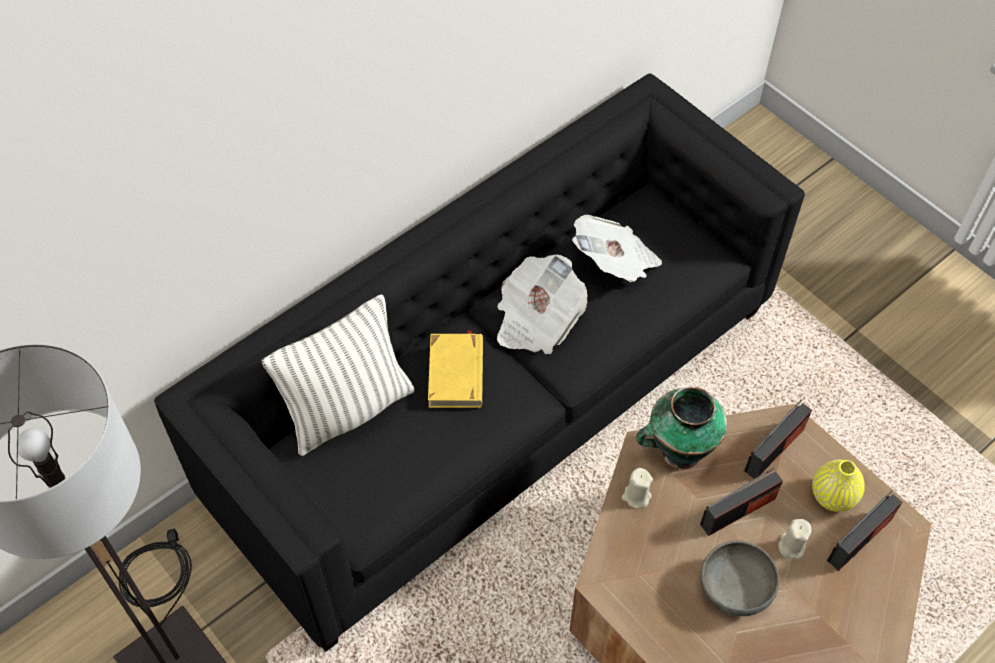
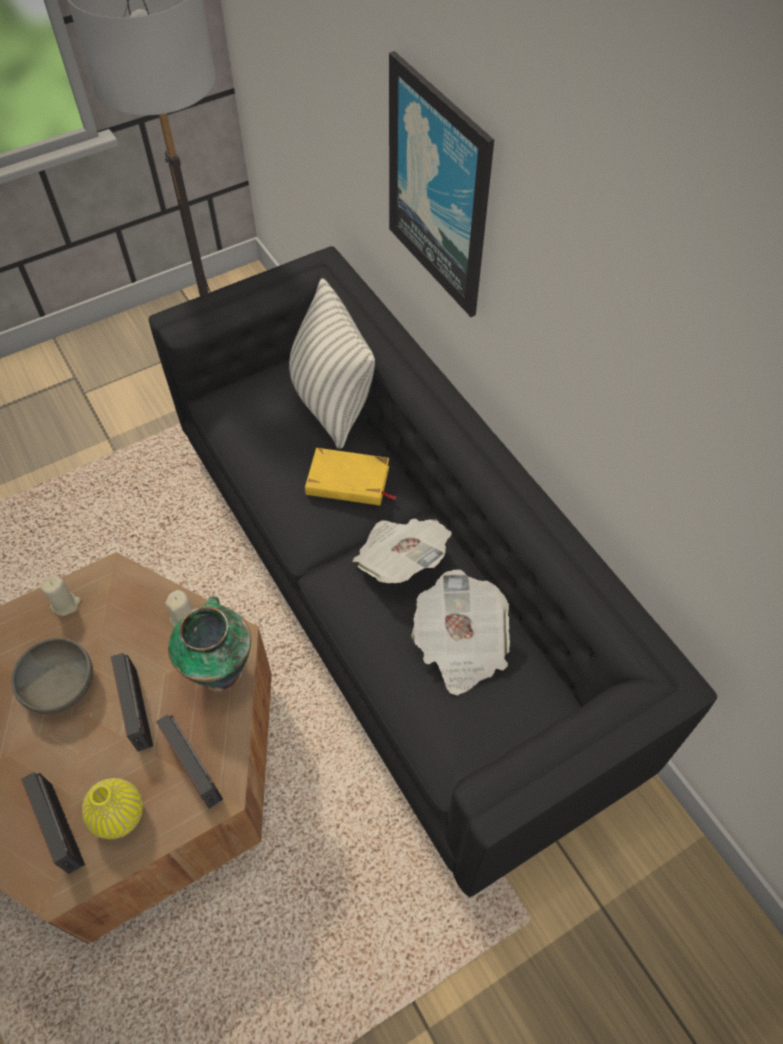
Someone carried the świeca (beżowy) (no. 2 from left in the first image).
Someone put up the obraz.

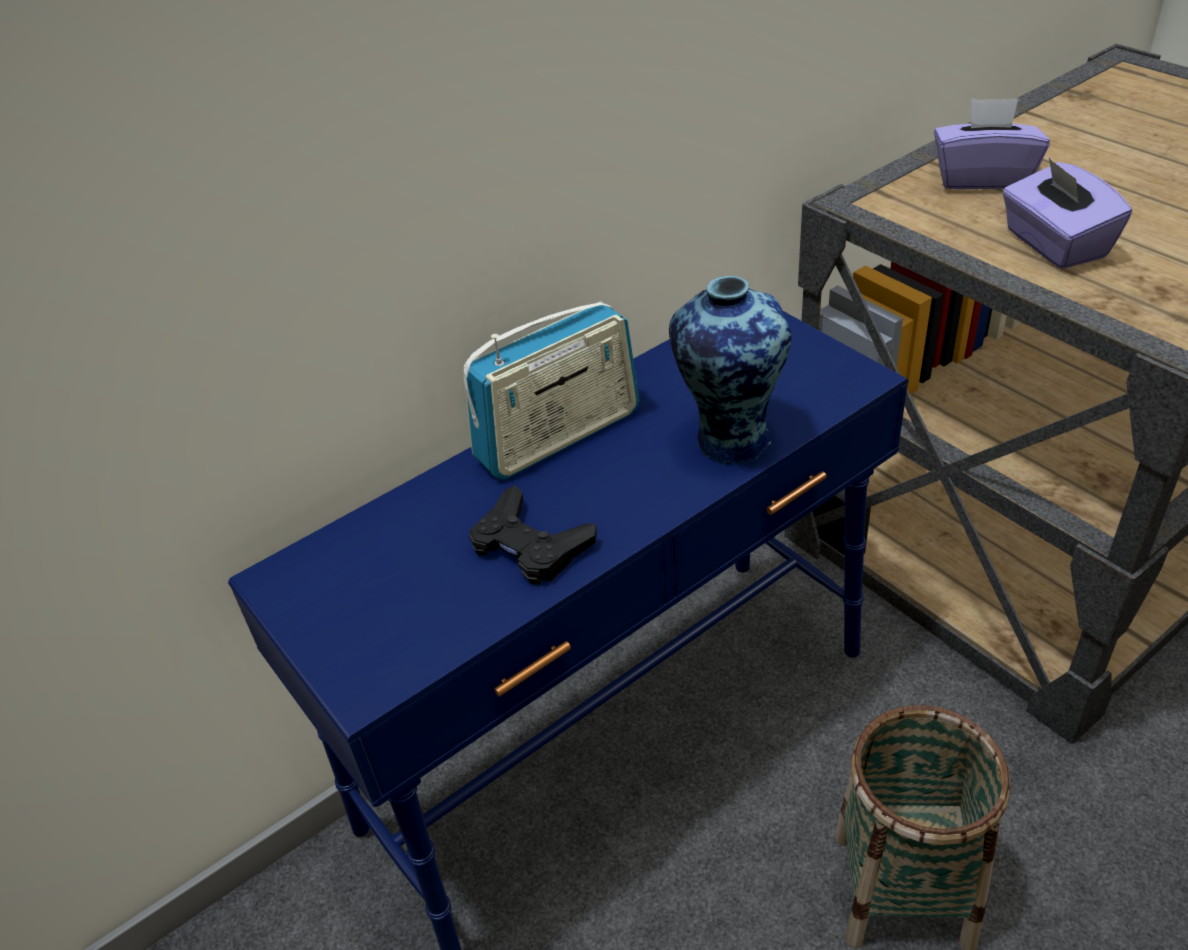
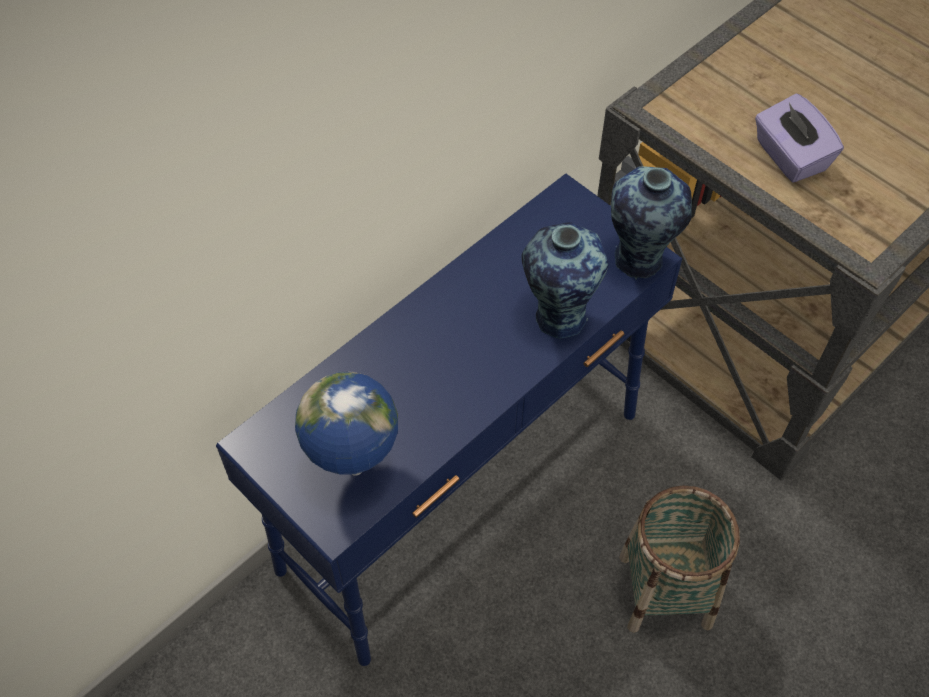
Someone took away the pudełko chusteczek (fioletowy) (no. 1 from left).
Someone took away the radio.
Someone took away the pad do gier (czarny).
Someone put down the wazon (no. 2 from left).
Someone put down the globus.

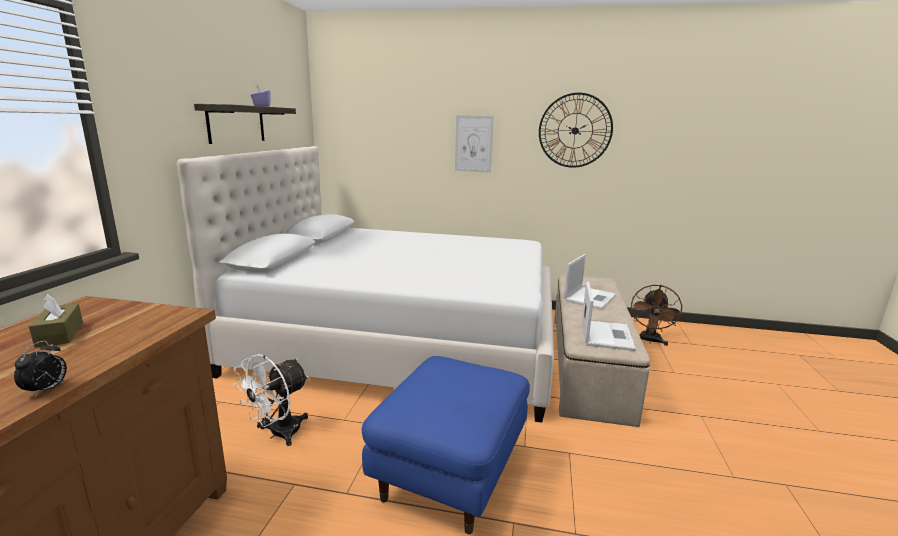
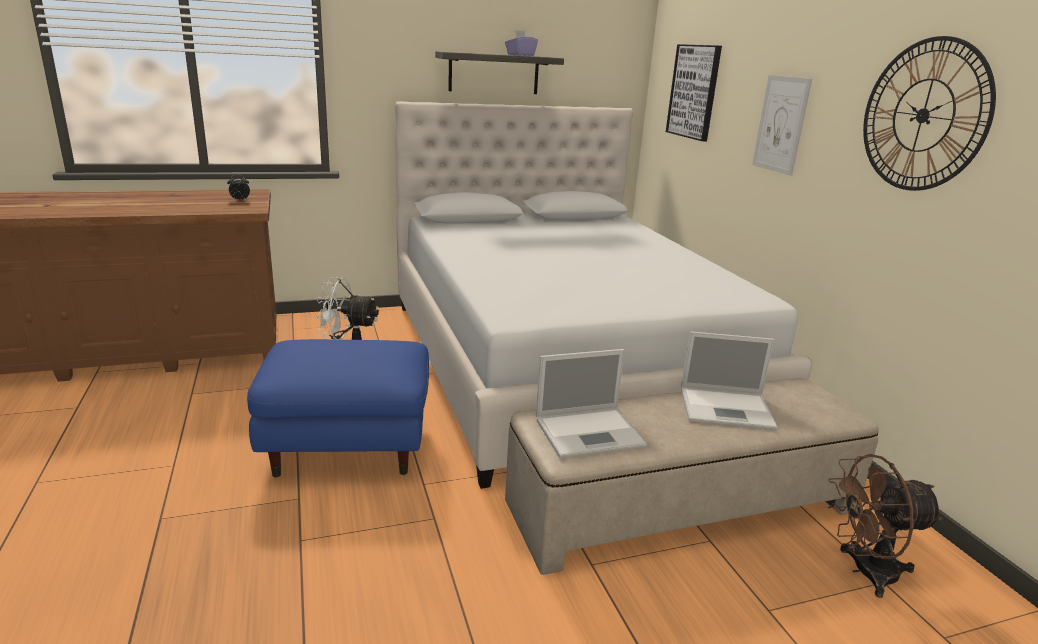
Someone took away the pudełko chusteczek (brązowy).
Someone carried the budzik.
Someone put up the obraz (no. 1 from left).

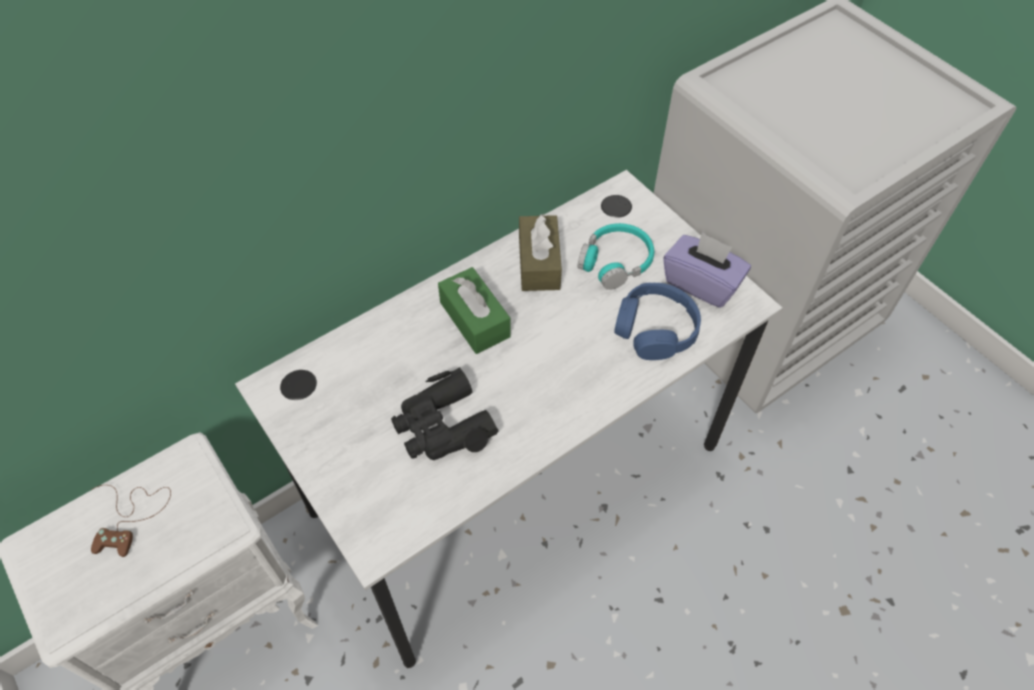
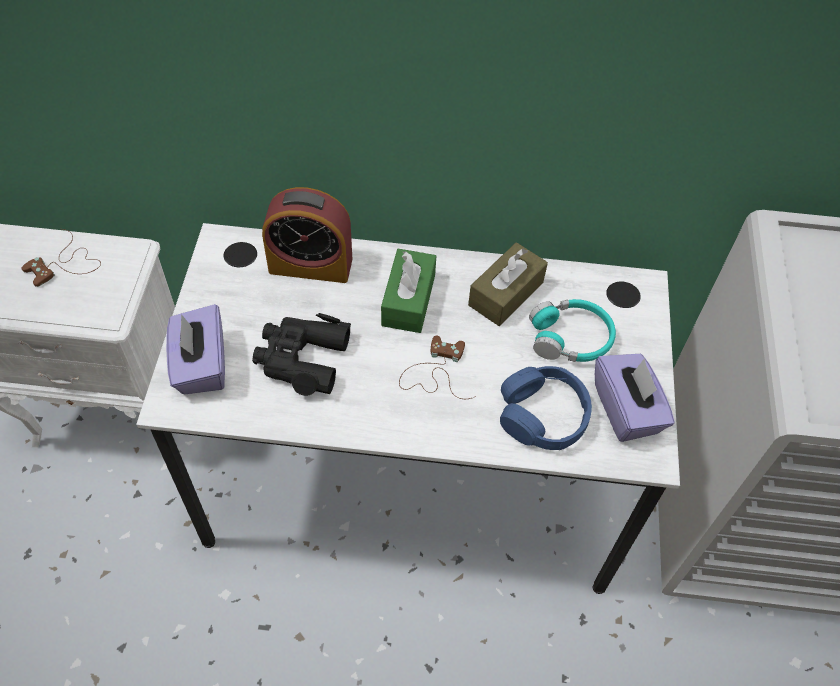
Someone put down the budzik.
Someone put down the pudełko chusteczek (fioletowy) (no. 1 from left).
Someone put down the pad do gier (brązowy) (no. 2 from left).

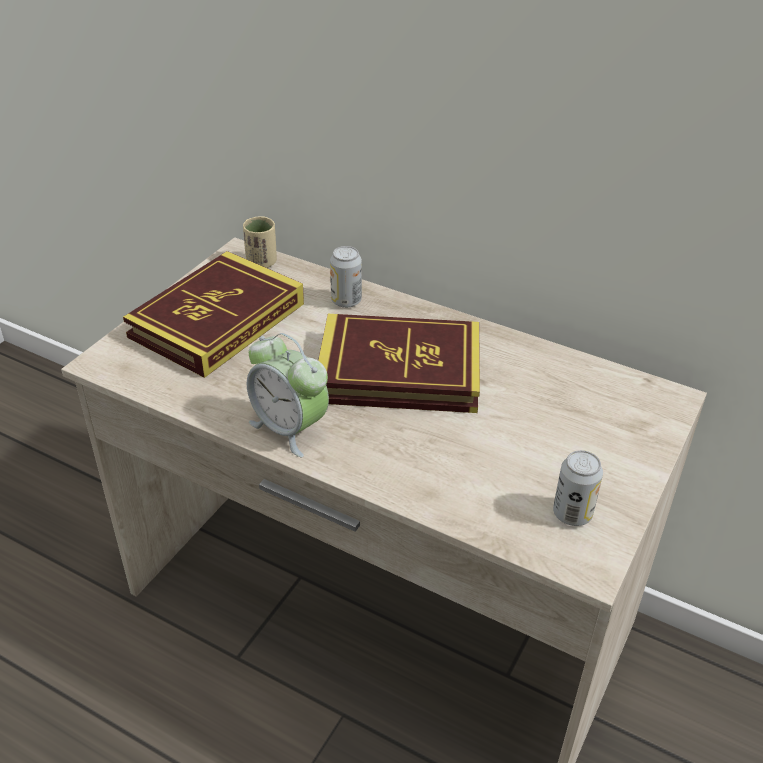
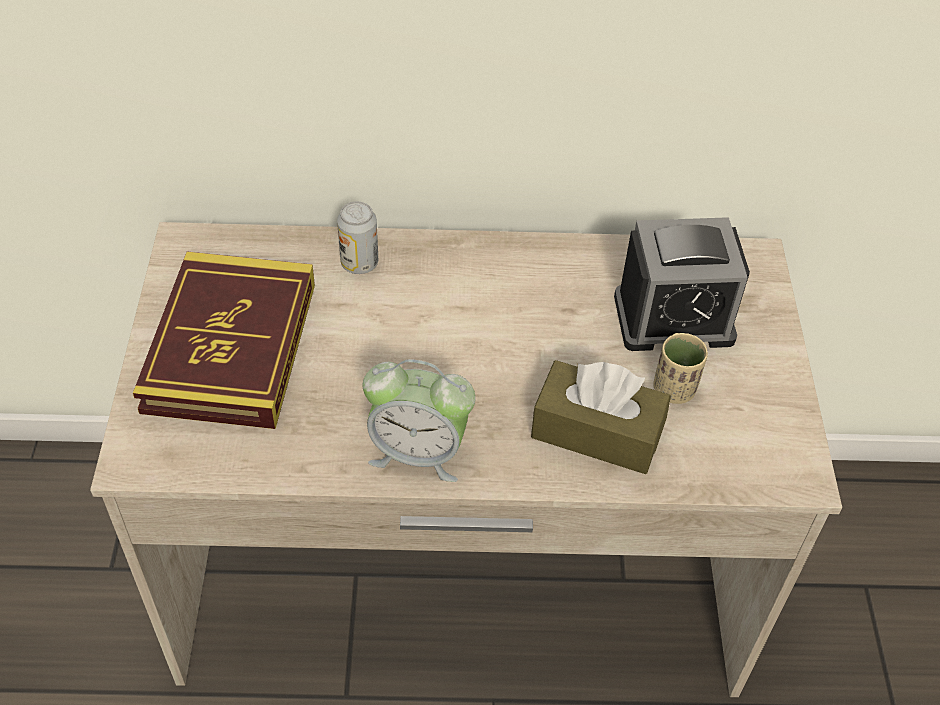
Someone carried the filiżanka (beżowy).
Someone took away the książka (no. 2 from left).
Someone took away the puszka (no. 2 from left).
Someone put down the budzik (no. 2 from left).
Someone put down the pudełko chusteczek (brązowy).

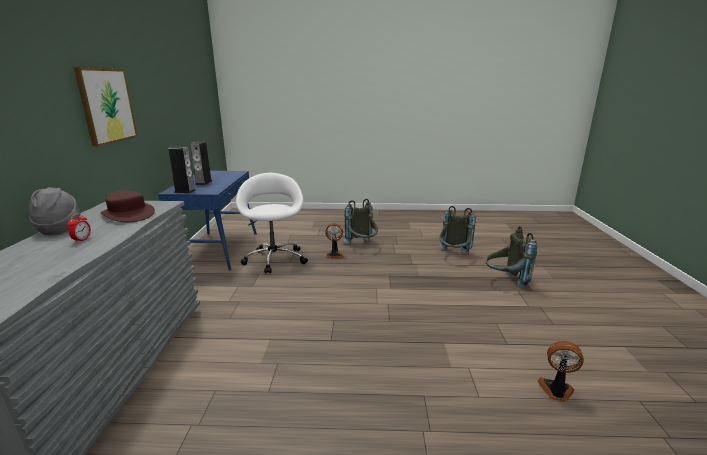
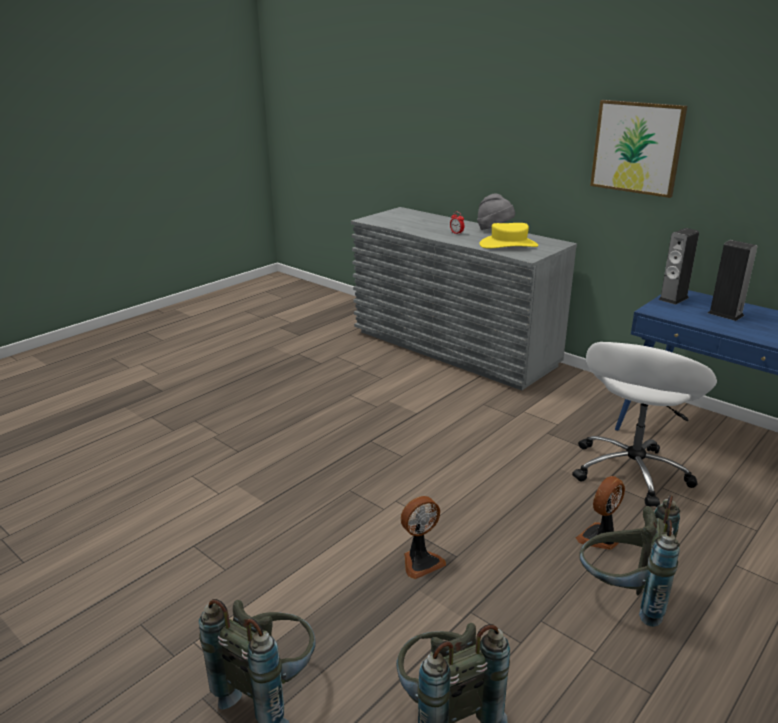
Someone rotated the krzesło biurowe (biały) by 90 degrees clockwise.
Someone repainted the kapelusz (brązowy), which became the kapelusz (żółty).
Someone carried the wentylator (no. 2 from left in the first image).

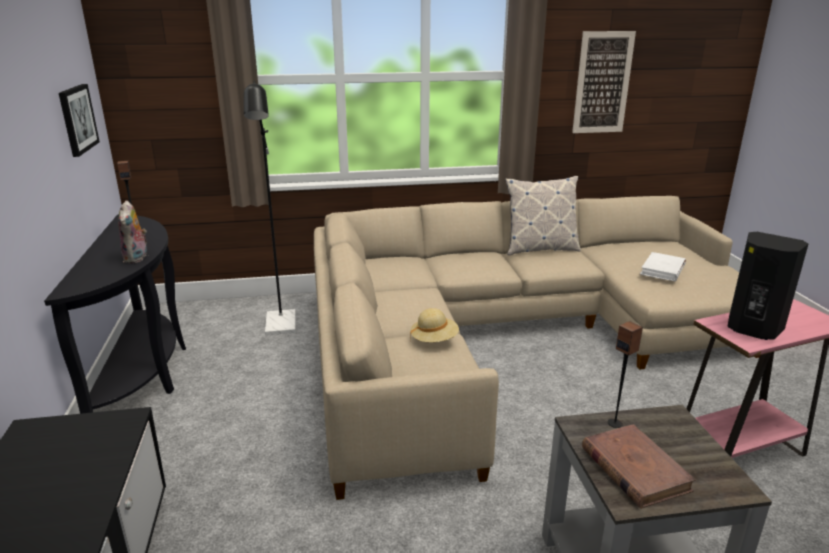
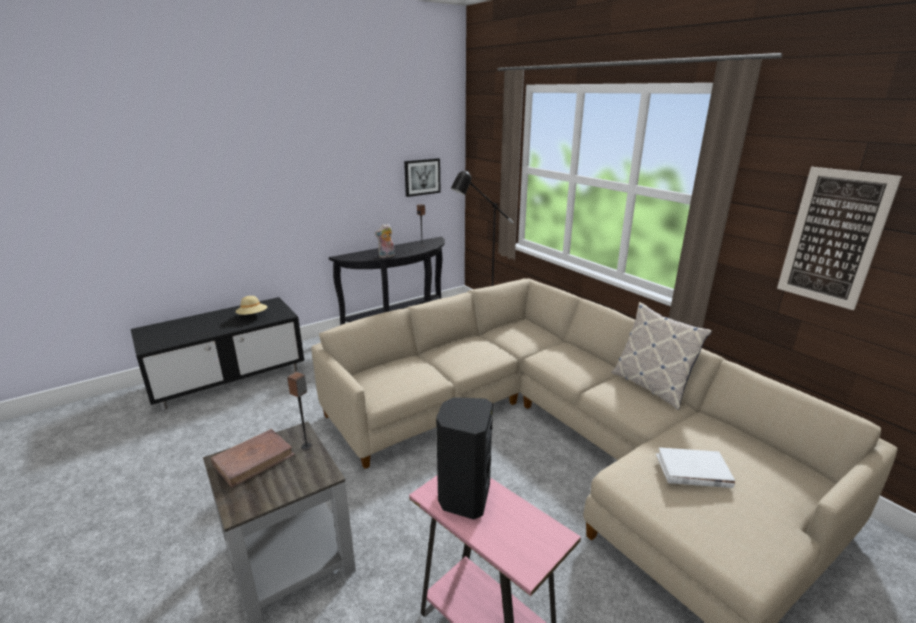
Someone carried the kapelusz (beżowy).

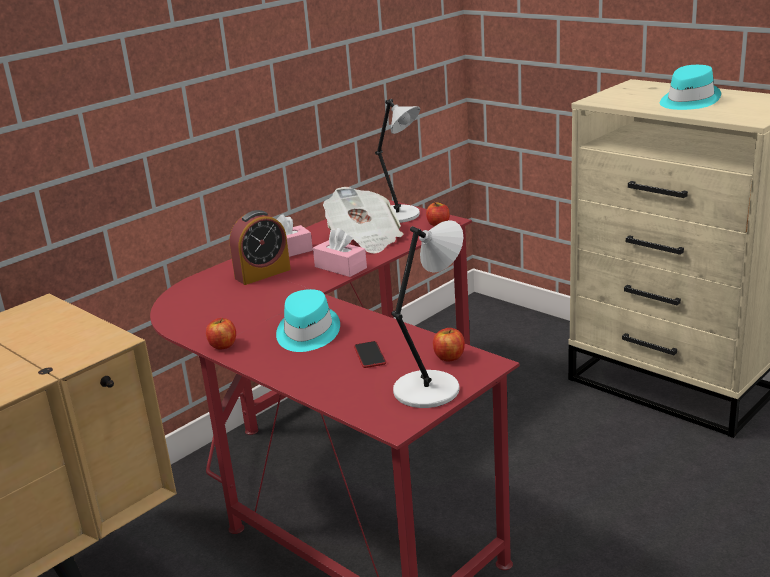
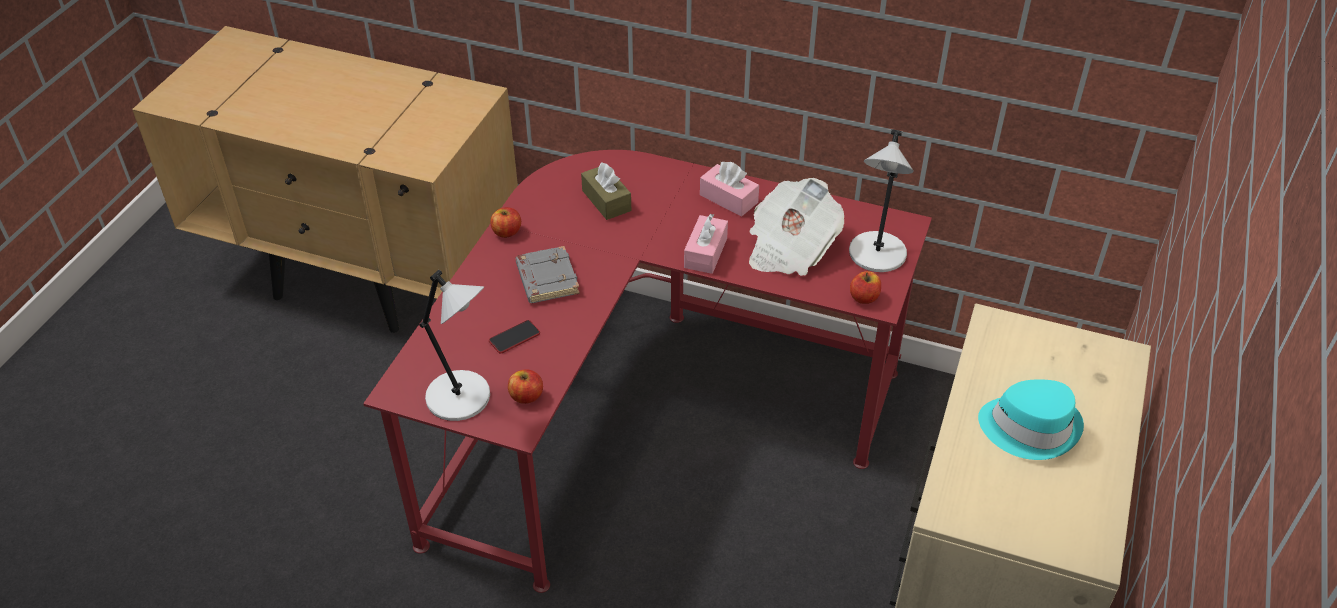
Someone took away the budzik.
Someone swapped the kapelusz (turkusowy) (no. 1 from left) for the książka (szary).
Someone put down the pudełko chusteczek (brązowy).

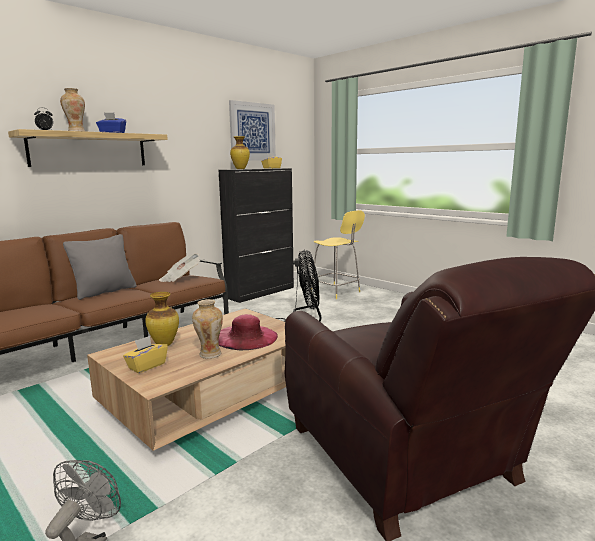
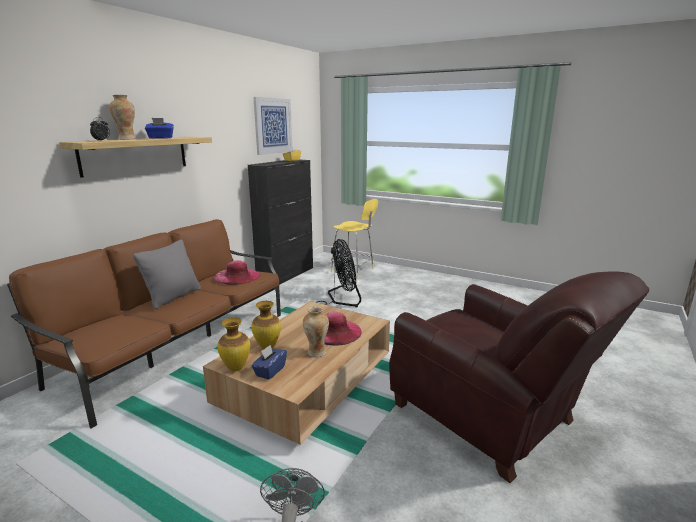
Someone carried the wazon (no. 4 from left in the first image).
Someone swapped the gazeta for the kapelusz (różowy) (no. 1 from left).
Someone repainted the pudełko chusteczek (żółty) (no. 1 from left), which became the pudełko chusteczek (niebieski) (no. 2 from left).

